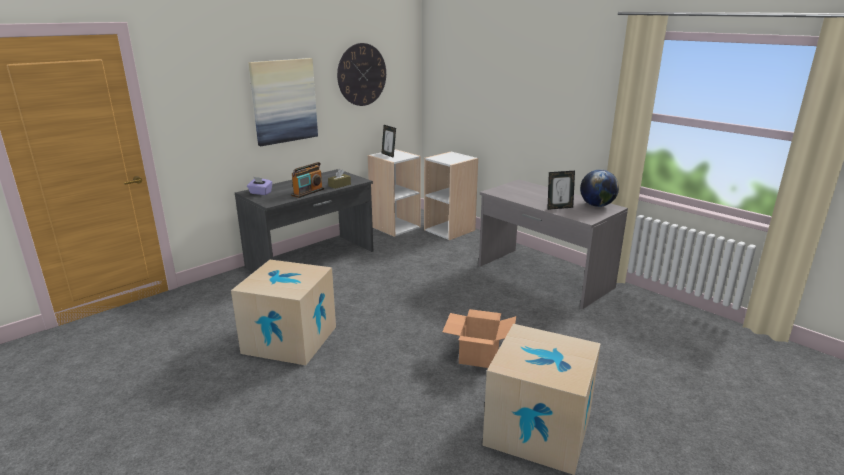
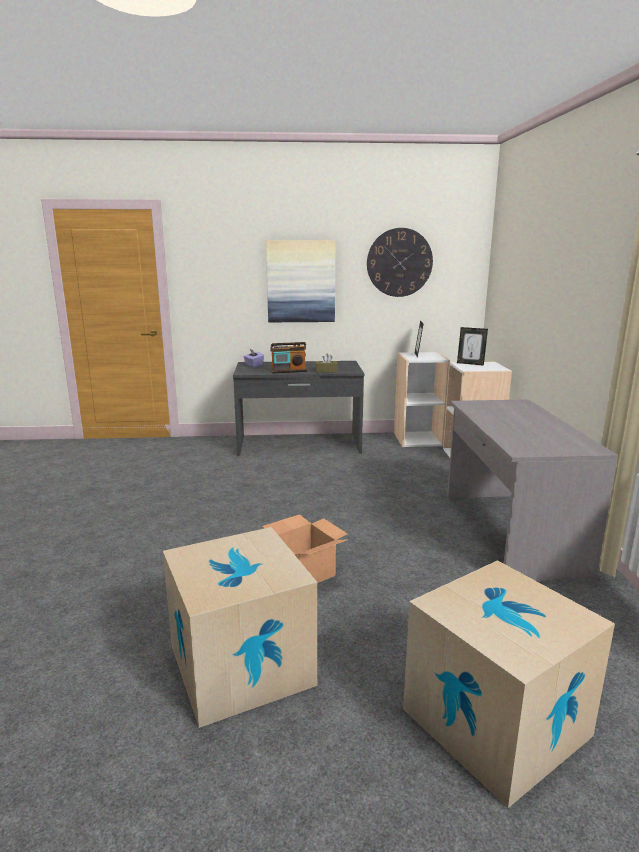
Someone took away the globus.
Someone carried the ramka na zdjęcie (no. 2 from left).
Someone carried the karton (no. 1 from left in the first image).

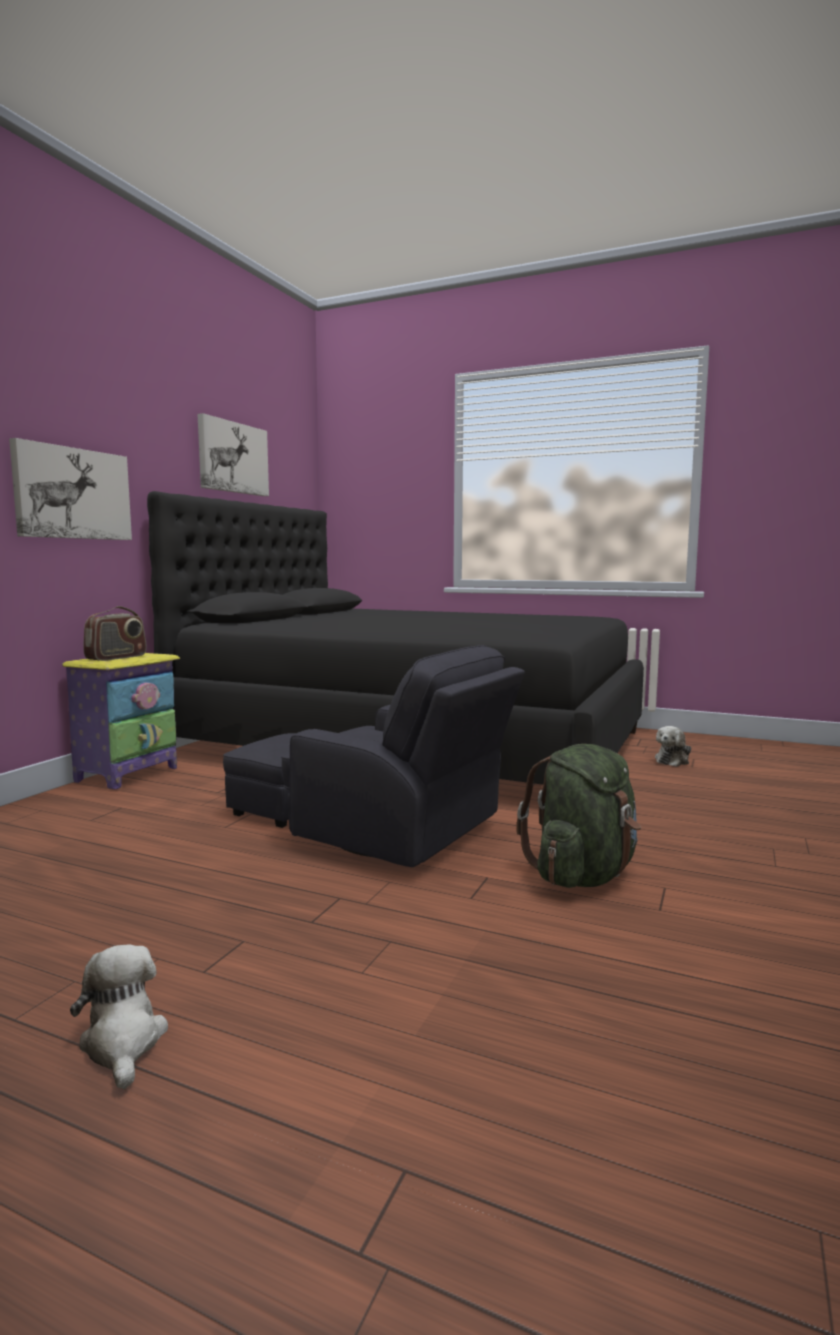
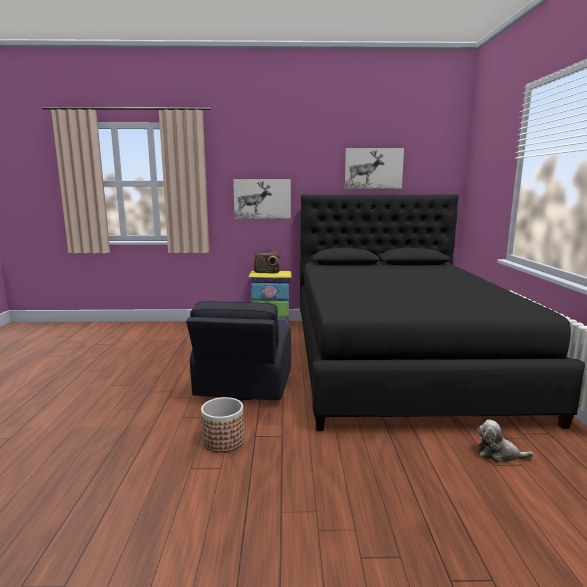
Someone swapped the plecak (zielony) for the donica.
Someone took away the pluszak (no. 1 from left).

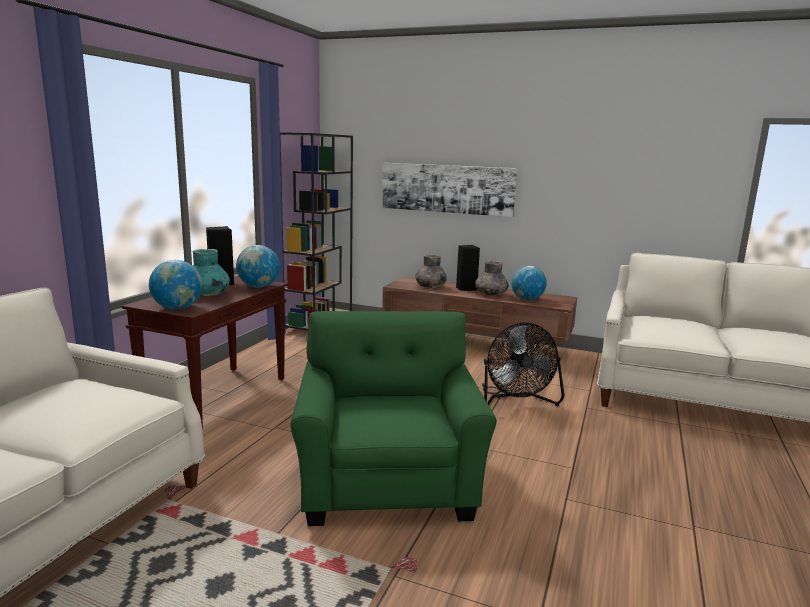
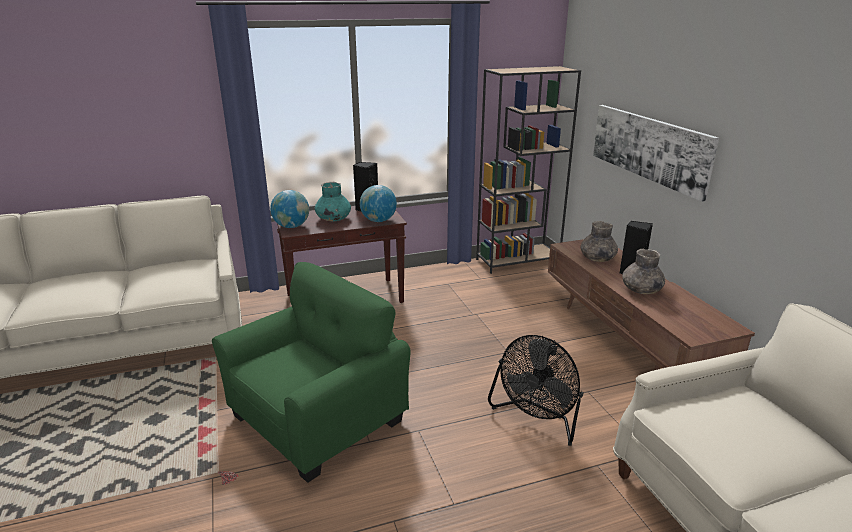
Someone took away the globus (no. 3 from left).

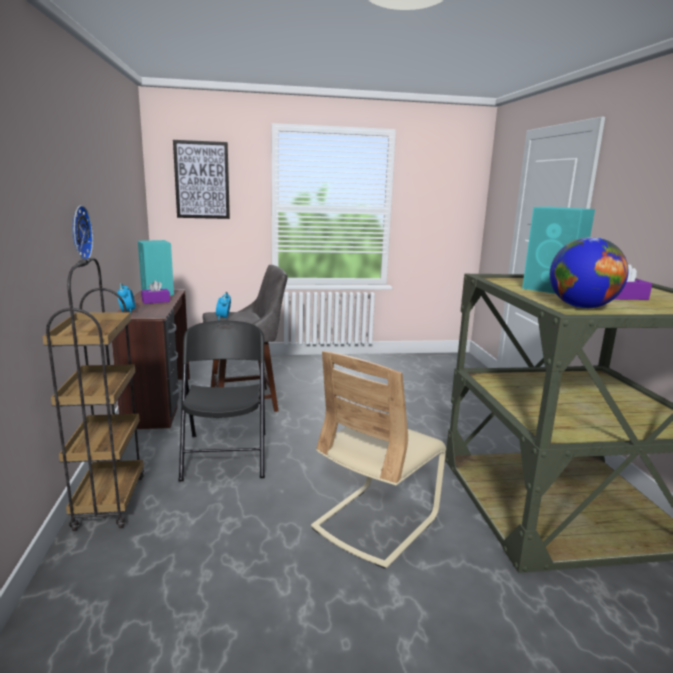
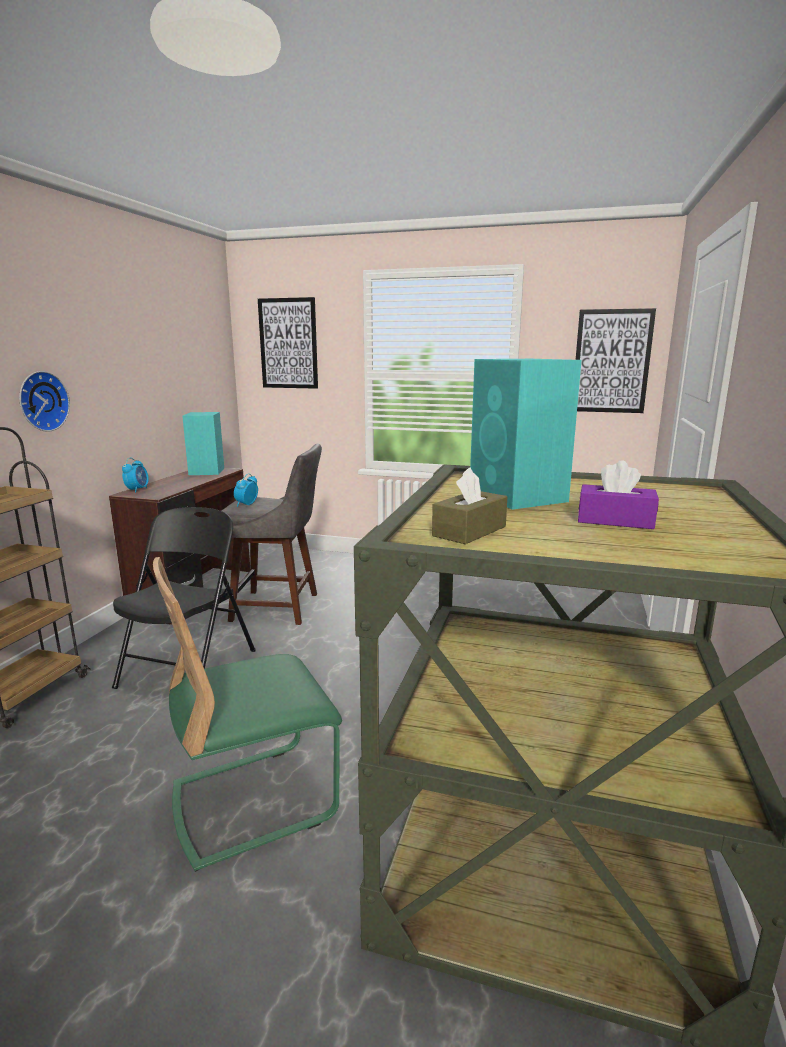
Someone swapped the globus for the pudełko chusteczek (brązowy).
Someone took away the pudełko chusteczek (fioletowy) (no. 1 from left).
Someone repainted the krzesło (beżowy), which became the krzesło (zielony).
Someone put up the obraz (no. 2 from left).

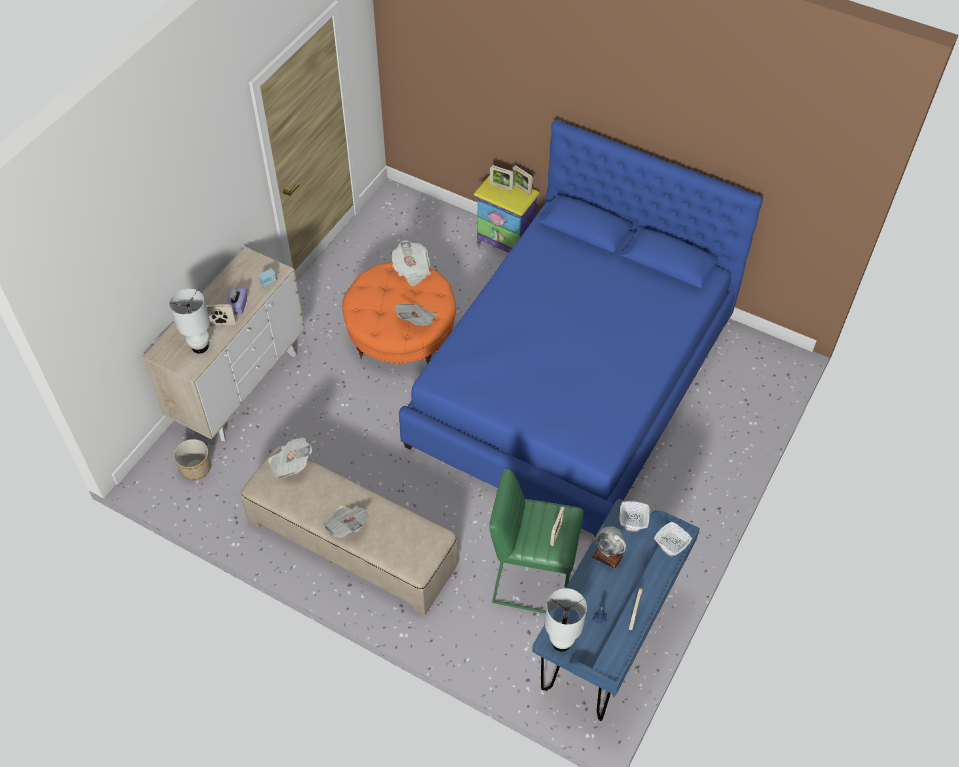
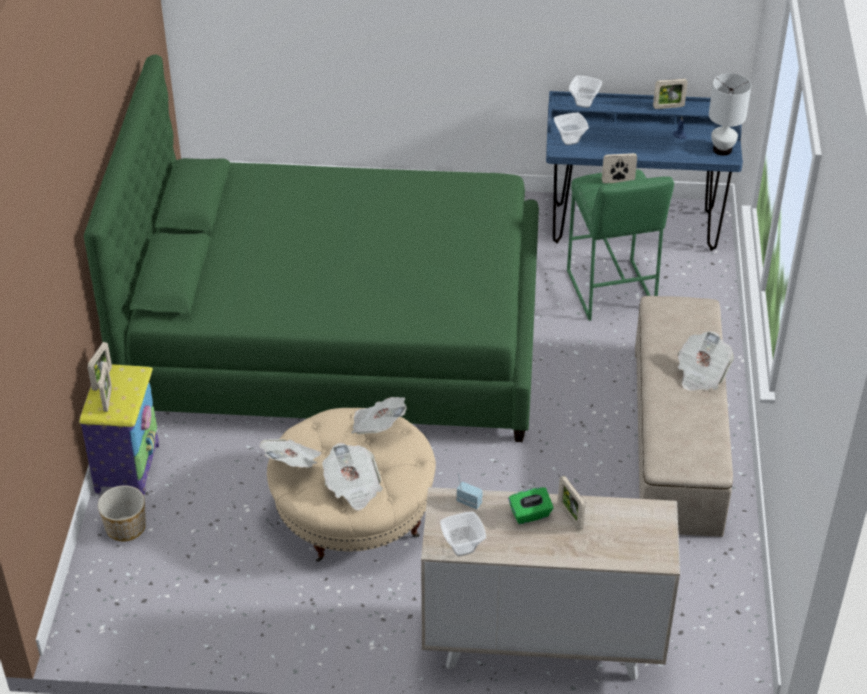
Someone repainted the łóżko (niebieski), which became the łóżko (zielony).
Someone repainted the pufa (pomarańczowy), which became the pufa (beżowy).
Someone repainted the pudełko chusteczek (fioletowy), which became the pudełko chusteczek (zielony).
Someone took away the lampa stołowa (biały) (no. 1 from left).
Someone carried the gazeta (no. 1 from left in the first image).
Someone carried the donica.
Someone took away the globus.
Someone put down the miska (no. 1 from left).

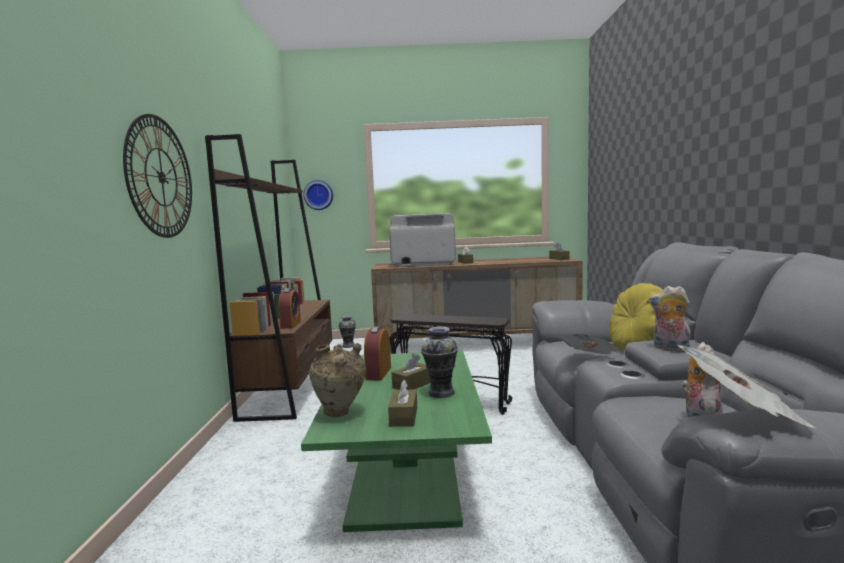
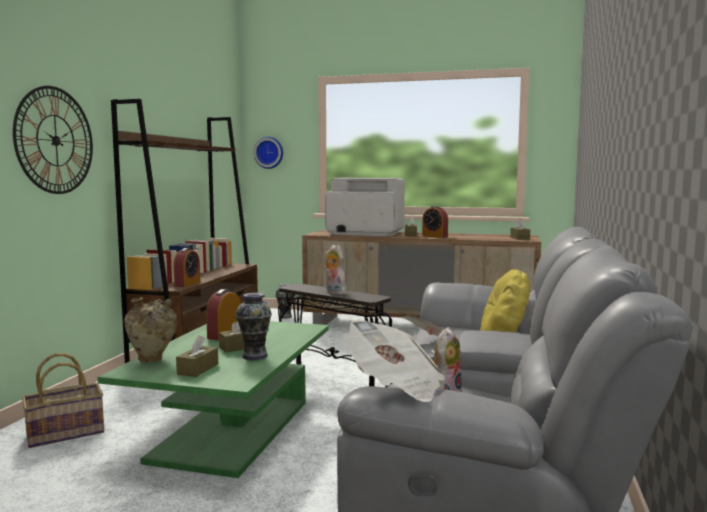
Someone carried the pluszak (no. 1 from left).
Someone put down the budzik (no. 3 from left).
Someone put down the koszyk.

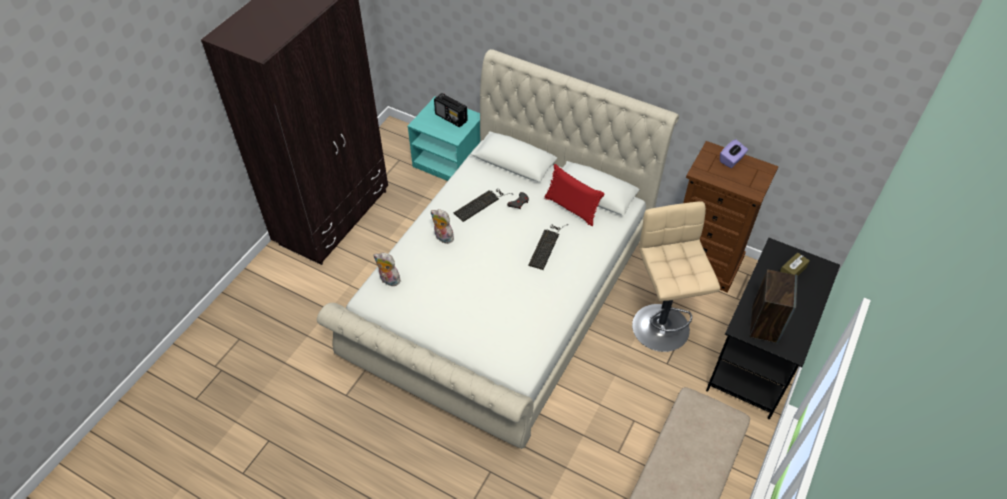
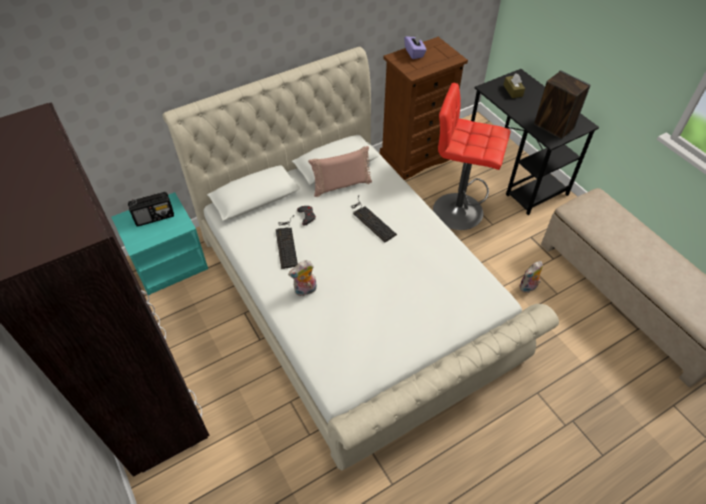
Someone repainted the poduszka (czerwony), which became the poduszka (beżowy).
Someone repainted the stołek (beżowy), which became the stołek (czerwony).
Someone carried the pluszak (no. 1 from left in the first image).

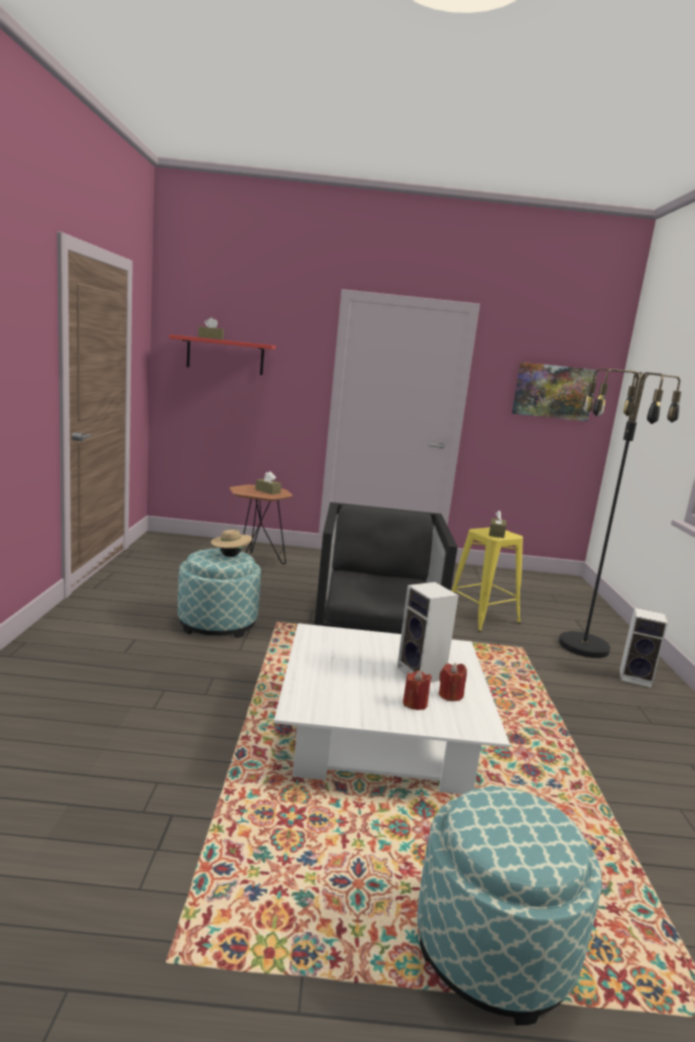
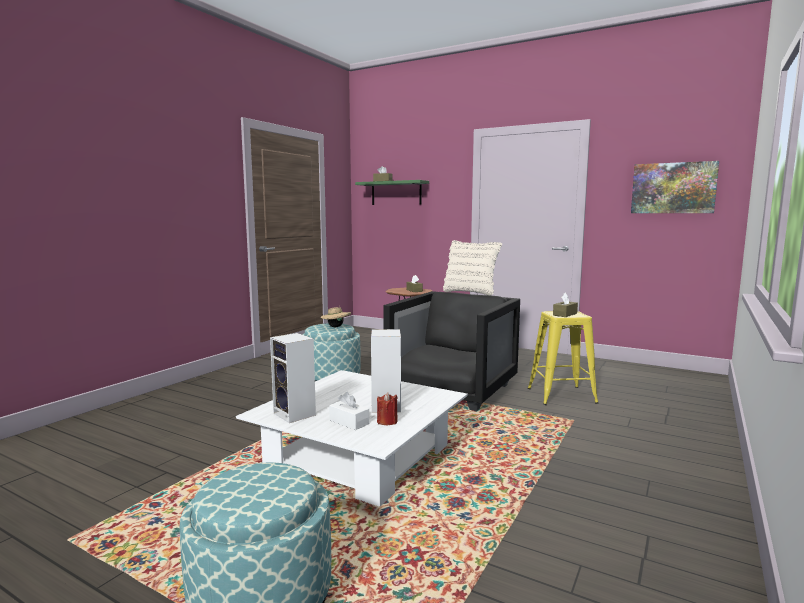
Someone repainted the półka (czerwony), which became the półka (zielony).
Someone took away the lampa stojąca.
Someone carried the głośnik (no. 2 from left in the first image).
Someone swapped the świeca (czerwony) (no. 1 from left) for the pudełko chusteczek (biały).
Someone put down the poduszka (beżowy).

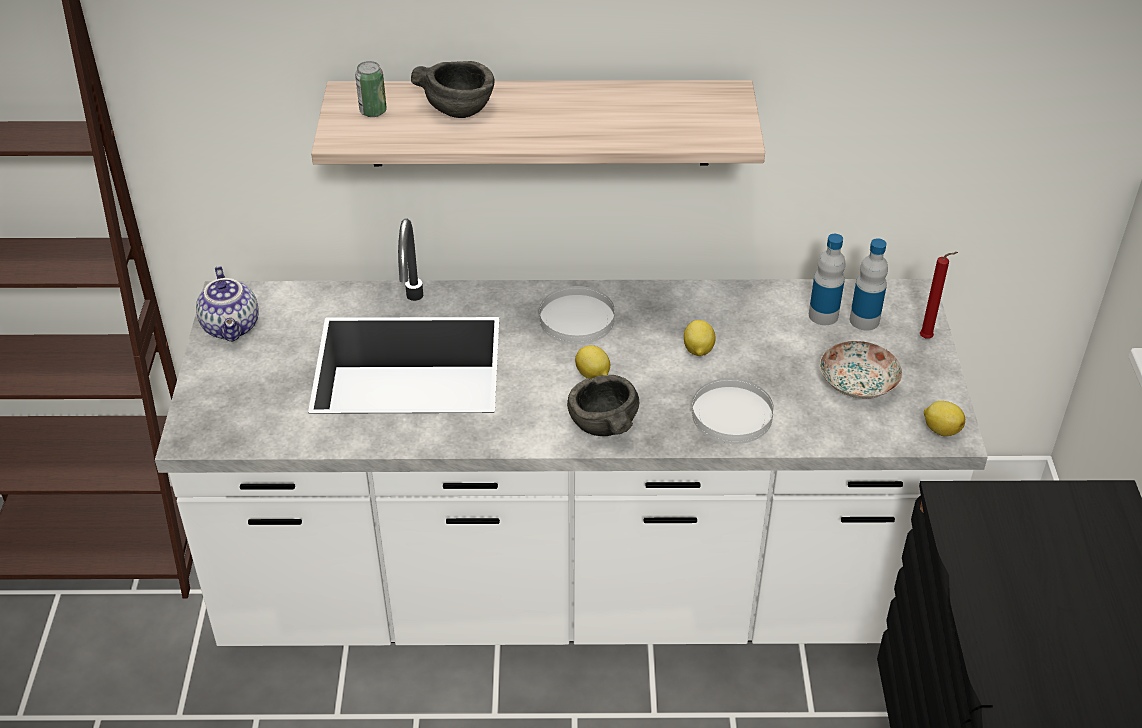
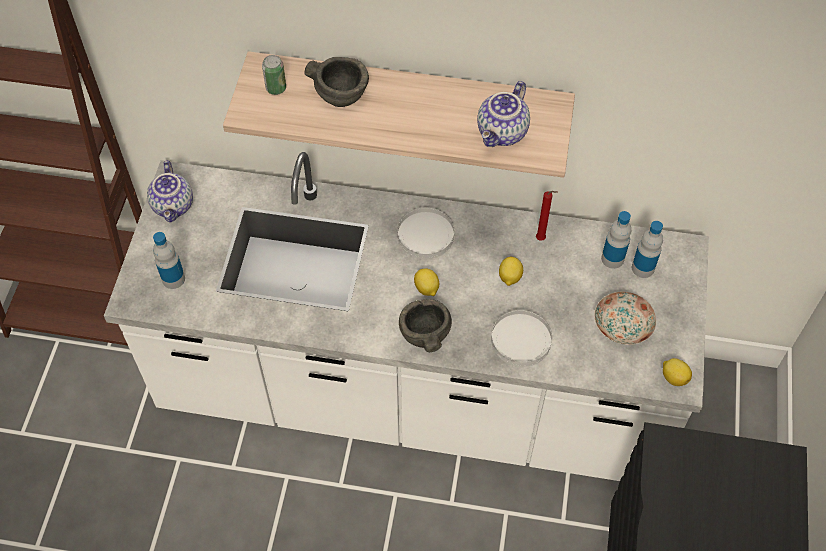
Someone carried the świeca (czerwony).
Someone put down the imbryk (no. 2 from left).
Someone put down the butelka (no. 1 from left).

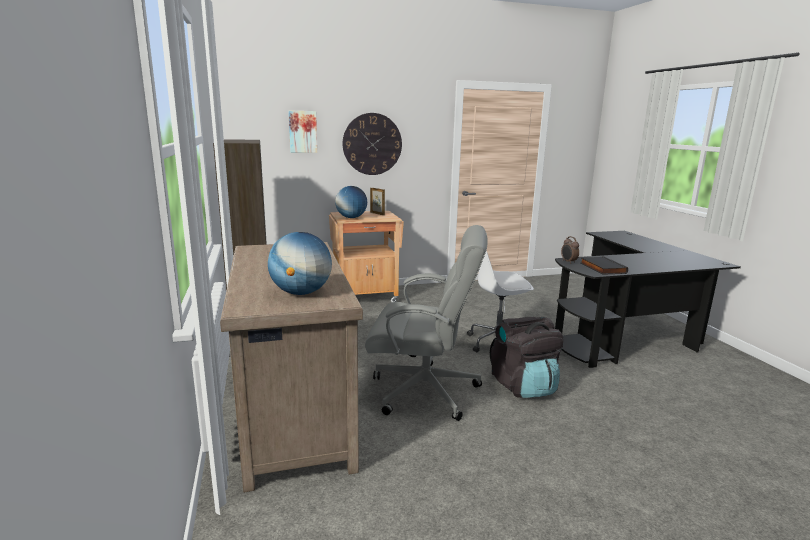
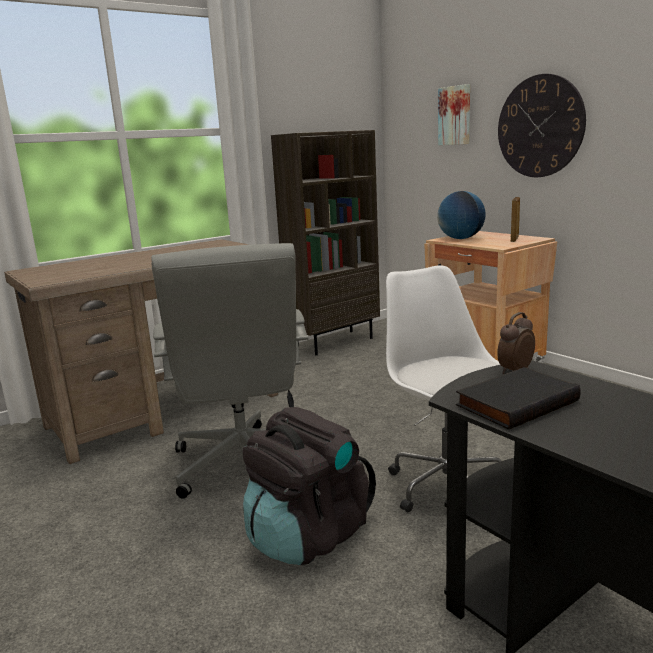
Someone took away the globus (no. 1 from left).

